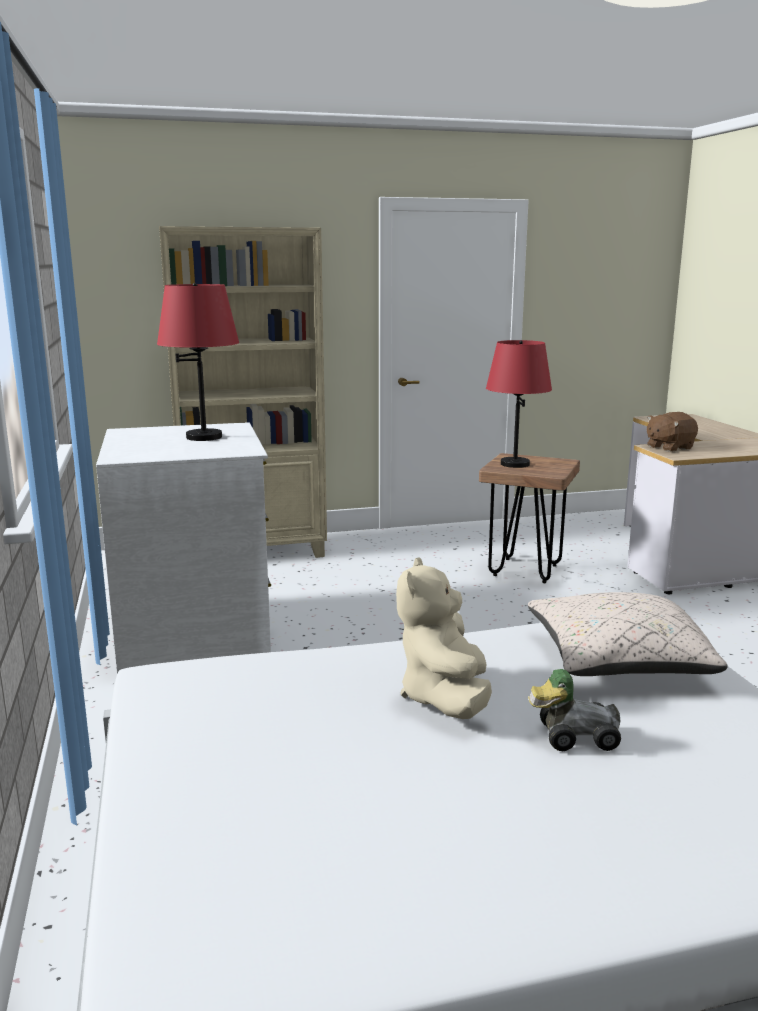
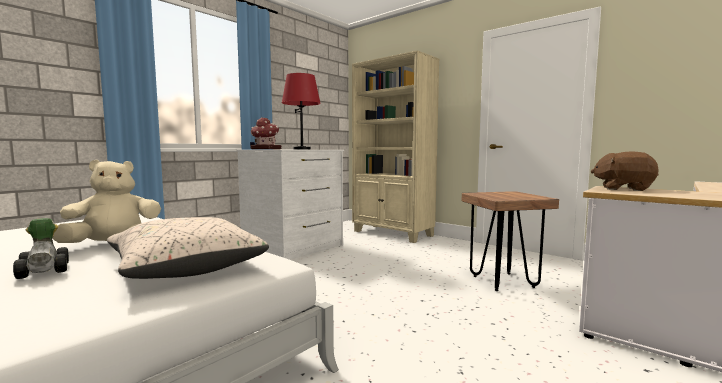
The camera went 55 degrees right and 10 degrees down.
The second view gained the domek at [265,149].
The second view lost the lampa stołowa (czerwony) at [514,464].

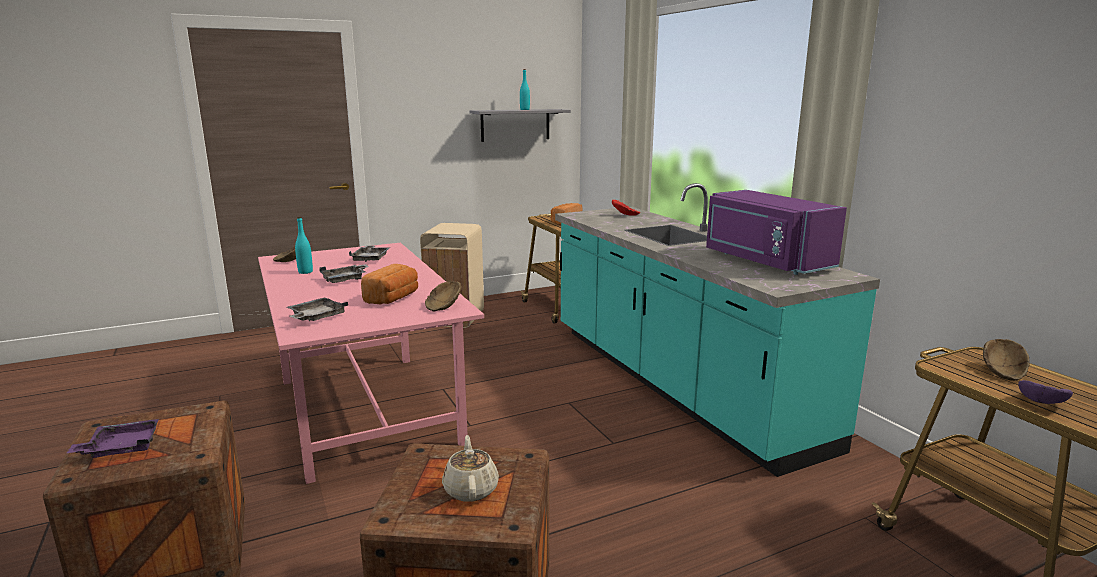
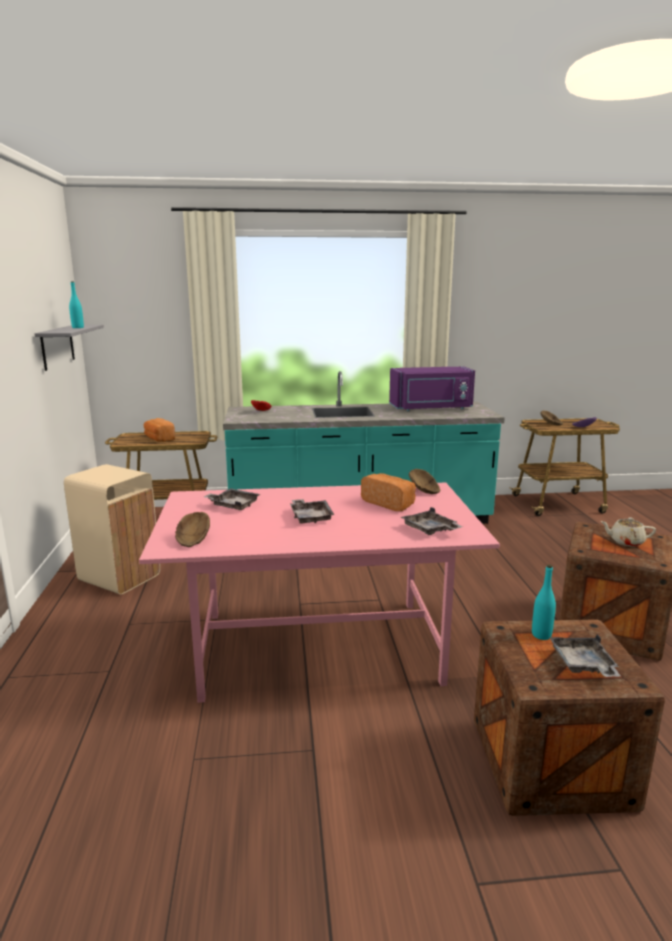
The camera went 70 degrees left and 0 degrees up.
The butelka (turkusowy) ended up elsewhere, having gone from [305,272] to [541,635].
What was the taca (fioletowy) at [121,448] turned into the taca (szary) at [582,664].

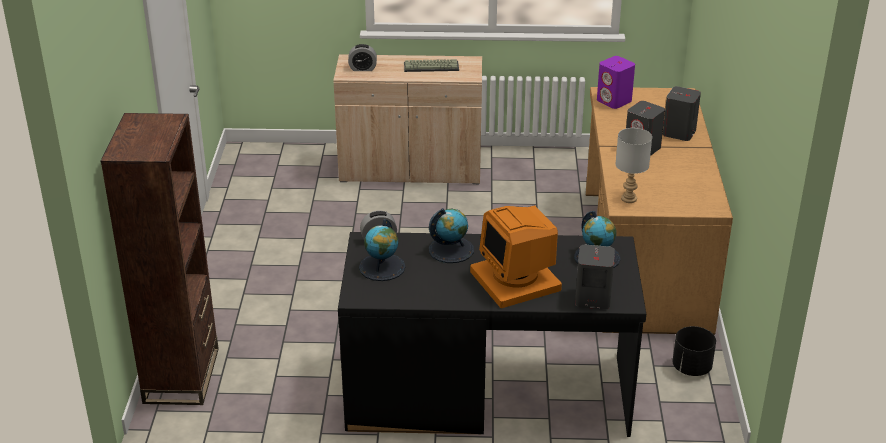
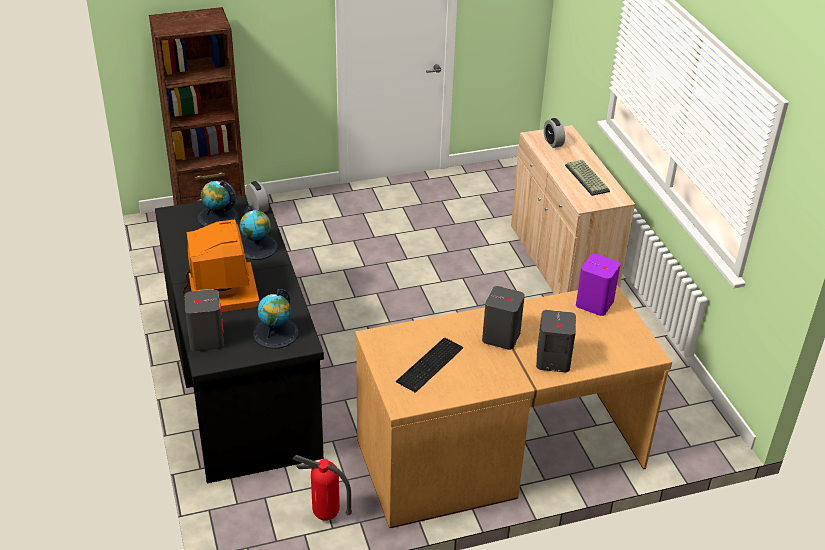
The camera went 70 degrees right and 5 degrees up.
The monitor at [517,280] ended up facing another way, 120 degrees clockwise from before.
Where the donica (czarny) stood at [691,368], the gaśnica came to stand at [325,516].
The second view gained the klawiatura at [431,364].
The second view lost the lampa stołowa (szary) at [629,198].

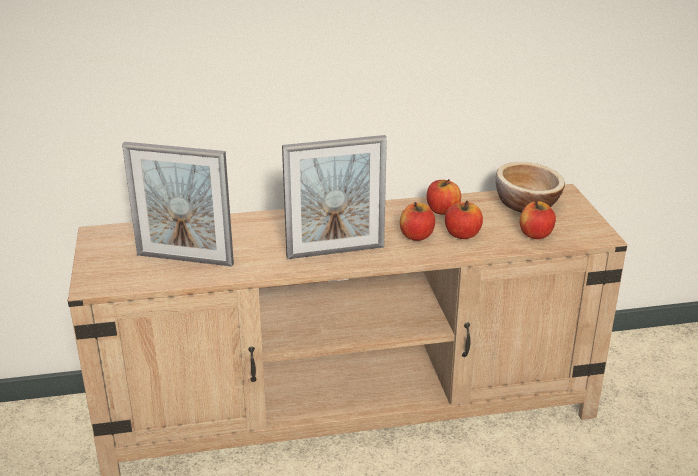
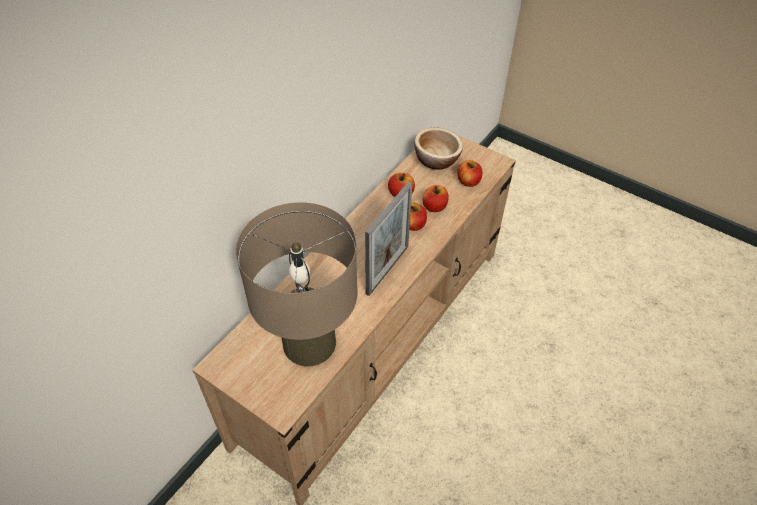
The camera went 45 degrees left and 20 degrees up.
Where the ramka na zdjęcie stood at [185,259], the lampa stołowa (beżowy) came to stand at [309,343].

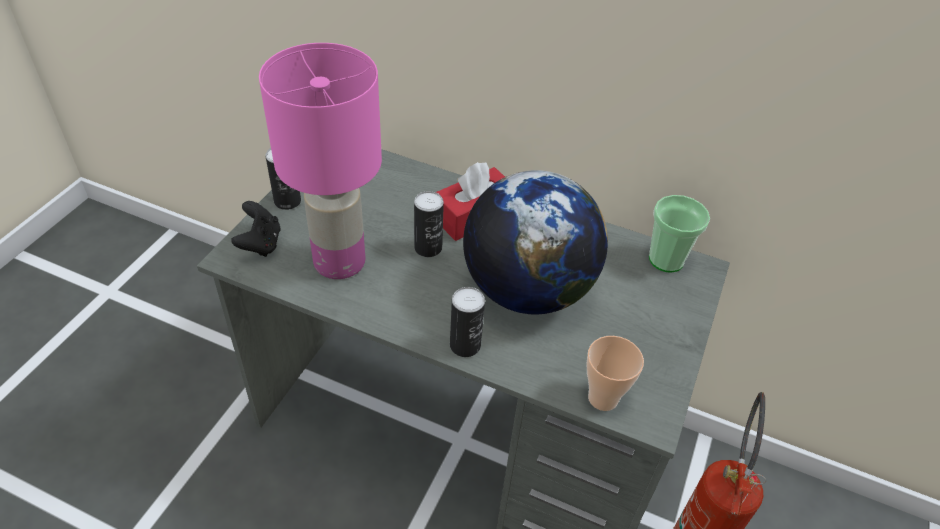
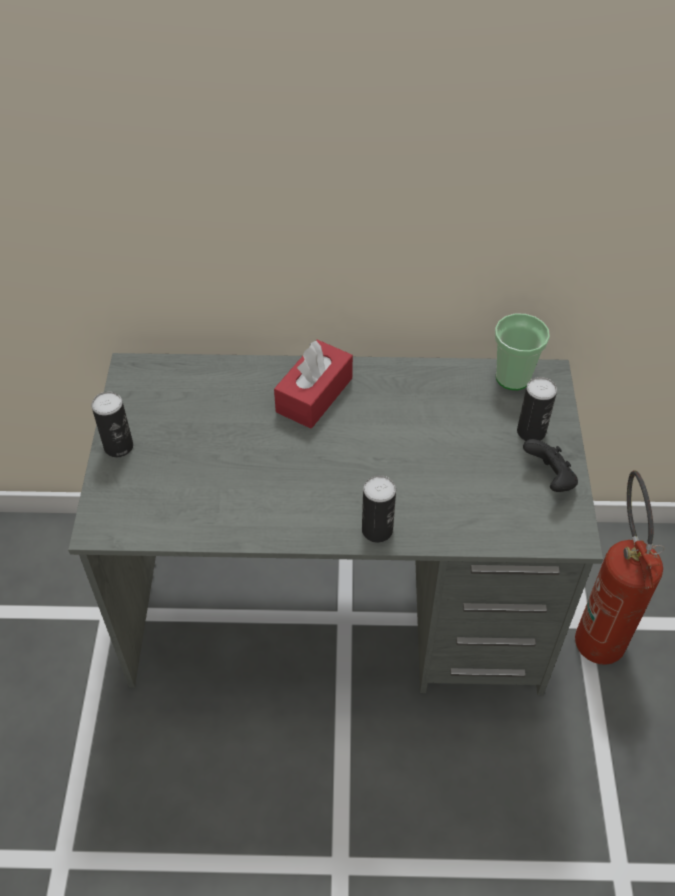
The camera went 20 degrees left and 5 degrees up.
The puszka ended up elsewhere, having gone from [428,248] to [531,432].
The pad do gier (czarny) ended up elsewhere, having gone from [260,243] to [549,479].
The second view lost the lampa stołowa (różowy) at [341,262].
The second view lost the globus at [527,290].
The second view lost the filiżanka at [603,398].

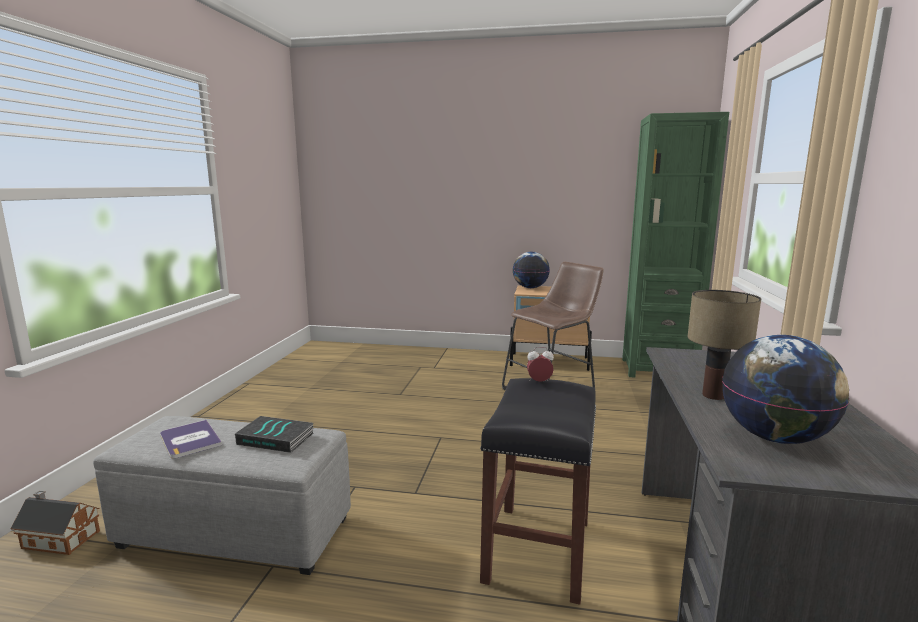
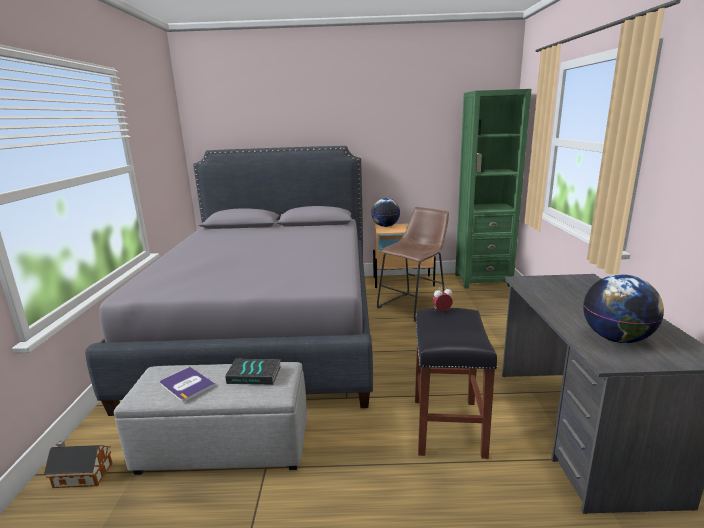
The camera went 10 degrees left and 5 degrees up.
The second view gained the łóżko (szary) at [270,327].
The second view lost the lampa stołowa at [712,395].

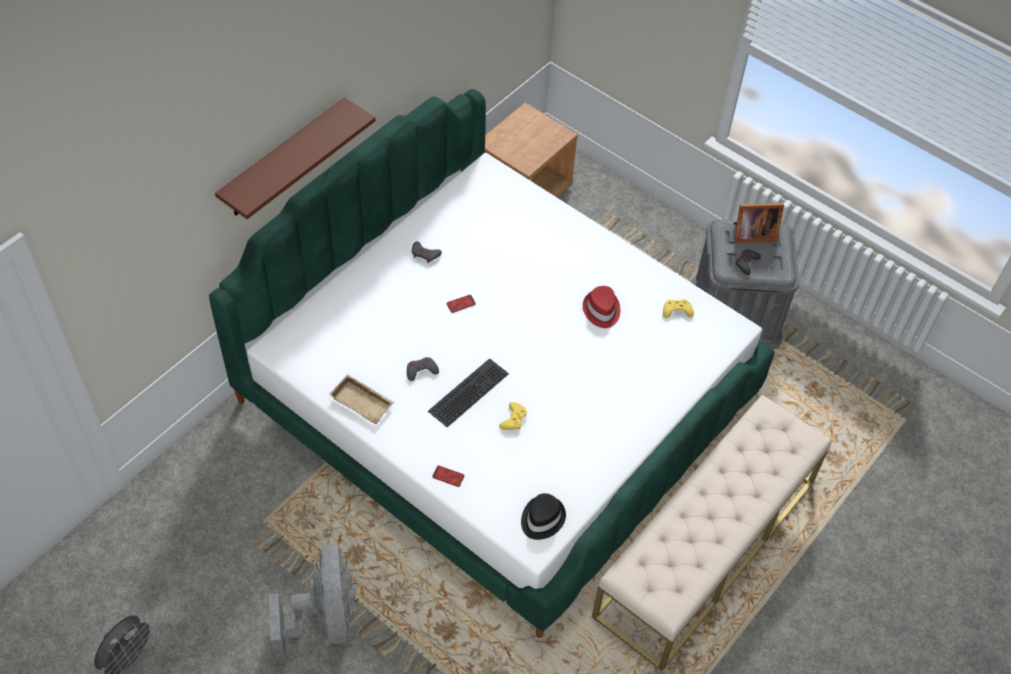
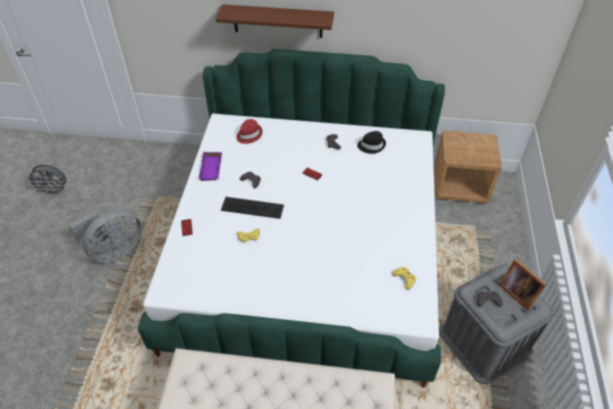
The camera went 60 degrees right and 5 degrees down.
What was the taca (beżowy) at [363,401] turned into the taca (fioletowy) at [212,169].
The kapelusz (czerwony) ended up elsewhere, having gone from [601,310] to [249,135].
The kapelusz (czarny) ended up elsewhere, having gone from [542,518] to [371,145].

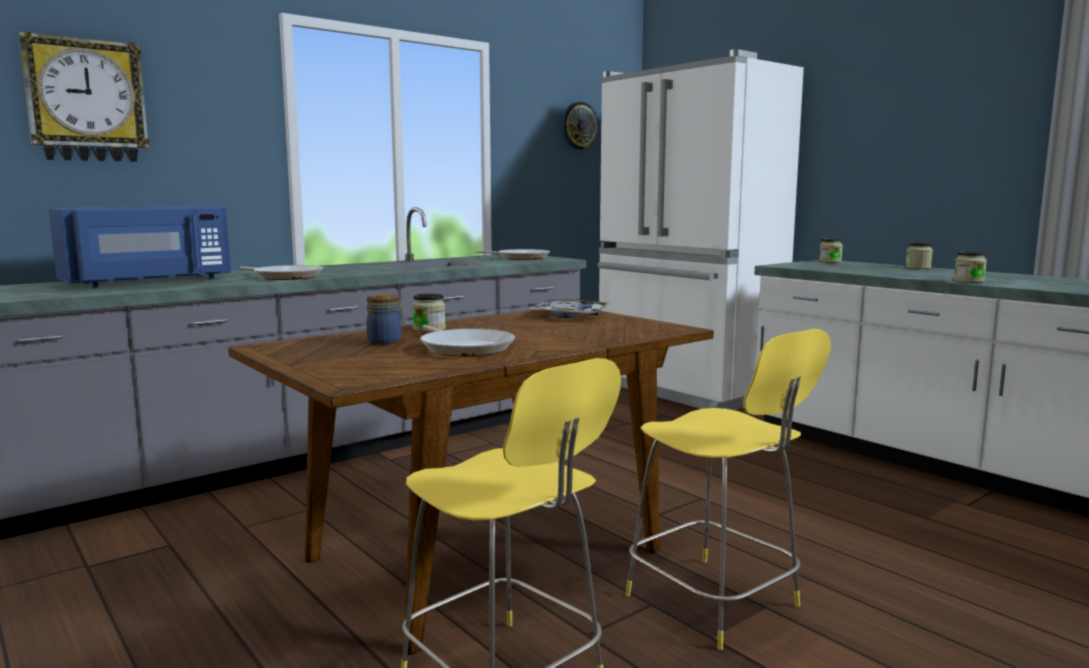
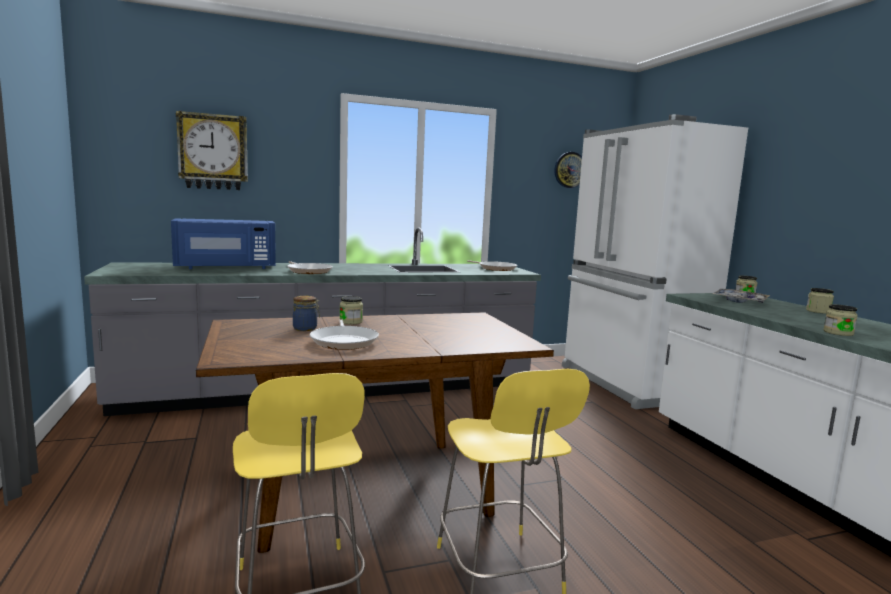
The camera went 20 degrees right and 0 degrees up.
The taca ended up elsewhere, having gone from [569,316] to [739,301].

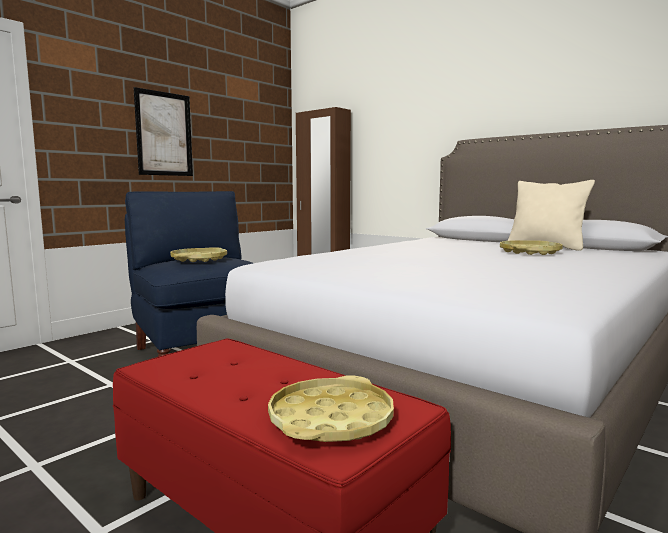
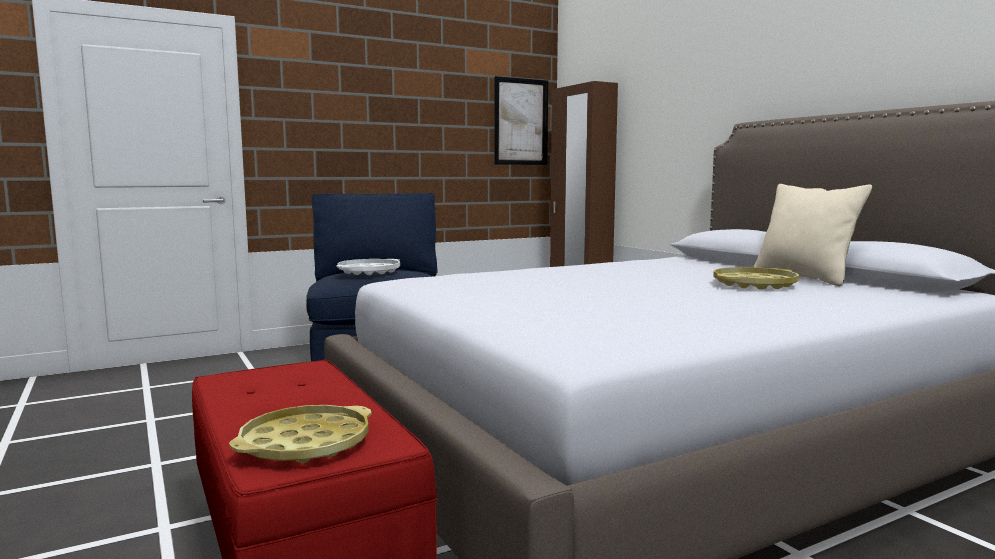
The camera went 20 degrees right and 0 degrees up.
What was the taca (żółty) at [199,259] turned into the taca (biały) at [369,272].
The obraz ended up elsewhere, having gone from [164,134] to [521,122].

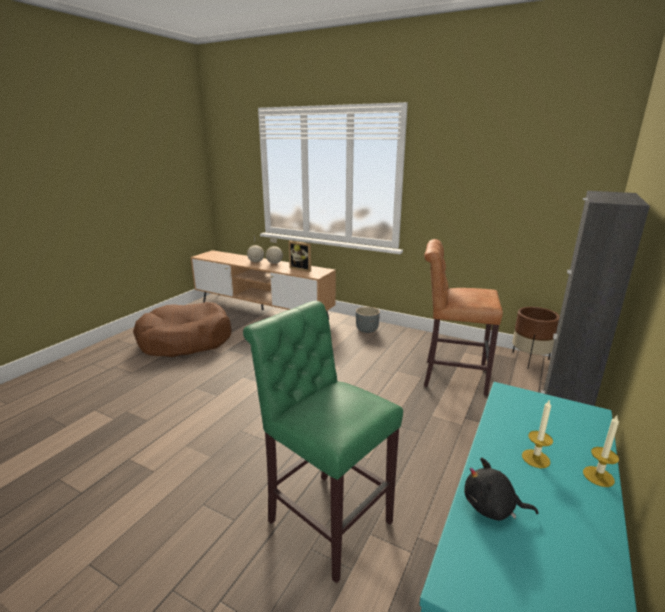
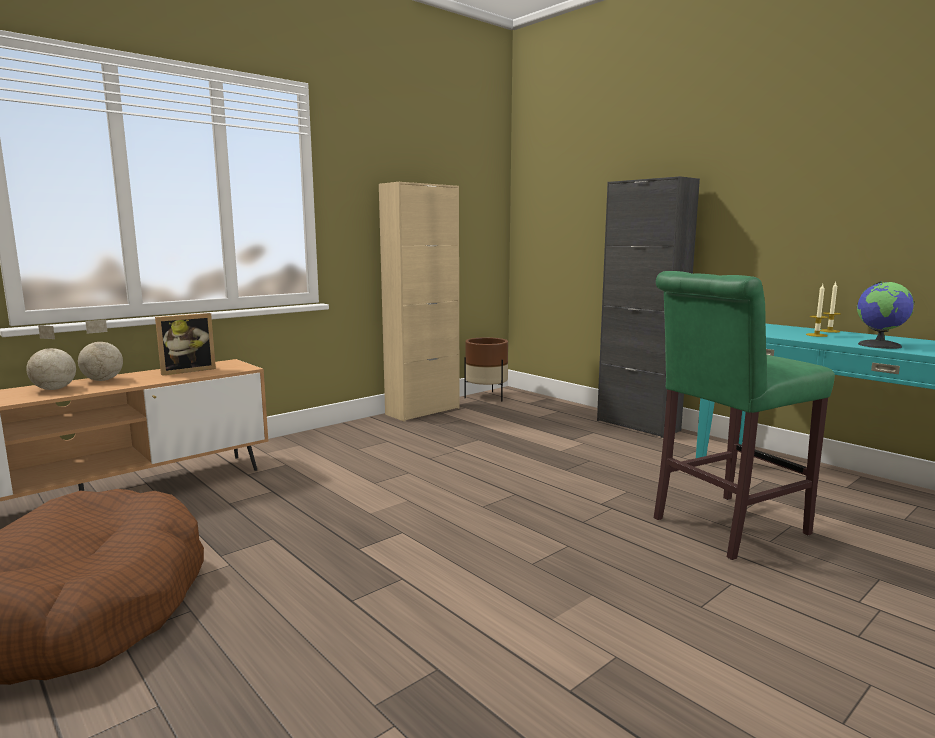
The camera went 70 degrees left and 10 degrees down.
The second view gained the szafka (beżowy) at [423,411].
Where the pluszak (czarny) stood at [492,507], the globus came to stand at [880,345].
The second view lost the donica (szary) at [367,330].
The second view lost the stołek (brązowy) at [450,376].

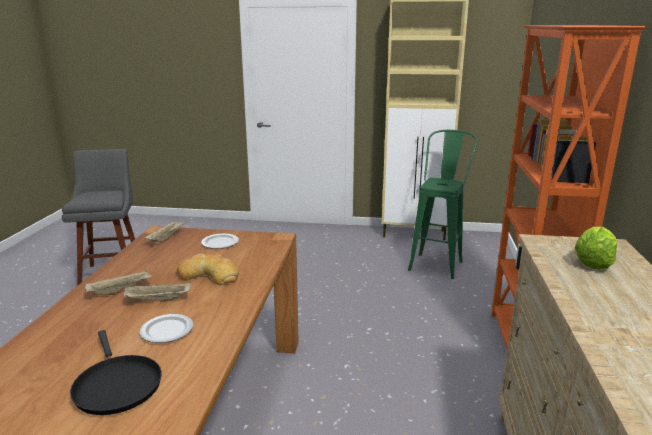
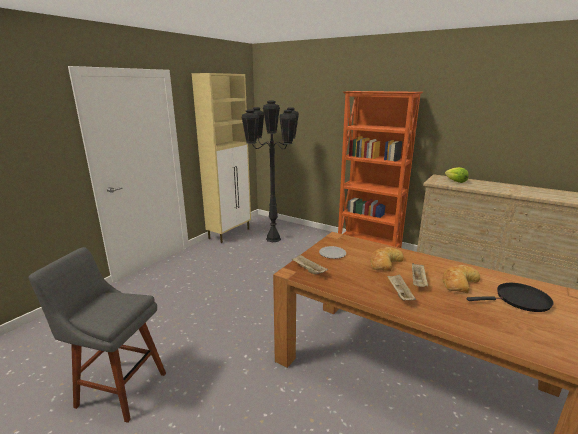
The camera went 65 degrees left and 0 degrees up.
Where the stołek (zielony) stood at [437,262], the lampa stojąca (czarny) came to stand at [273,239].
Where the talerz stood at [166,330], the chleb came to stand at [458,282].

